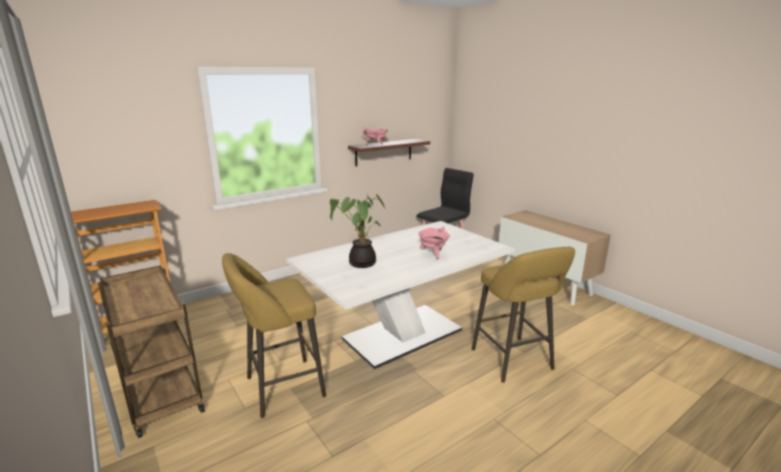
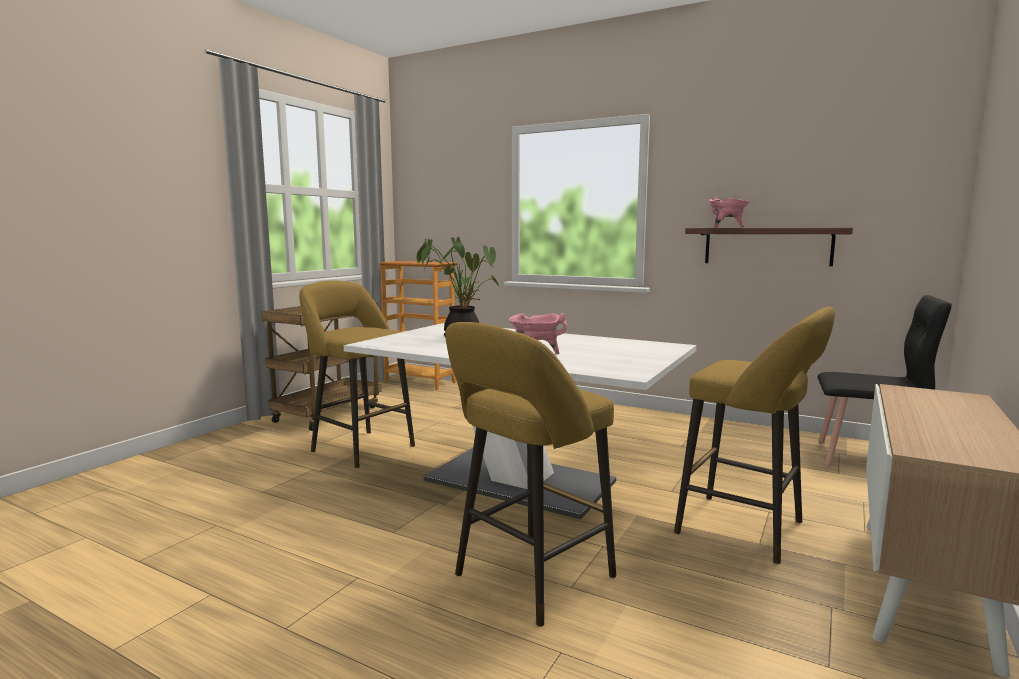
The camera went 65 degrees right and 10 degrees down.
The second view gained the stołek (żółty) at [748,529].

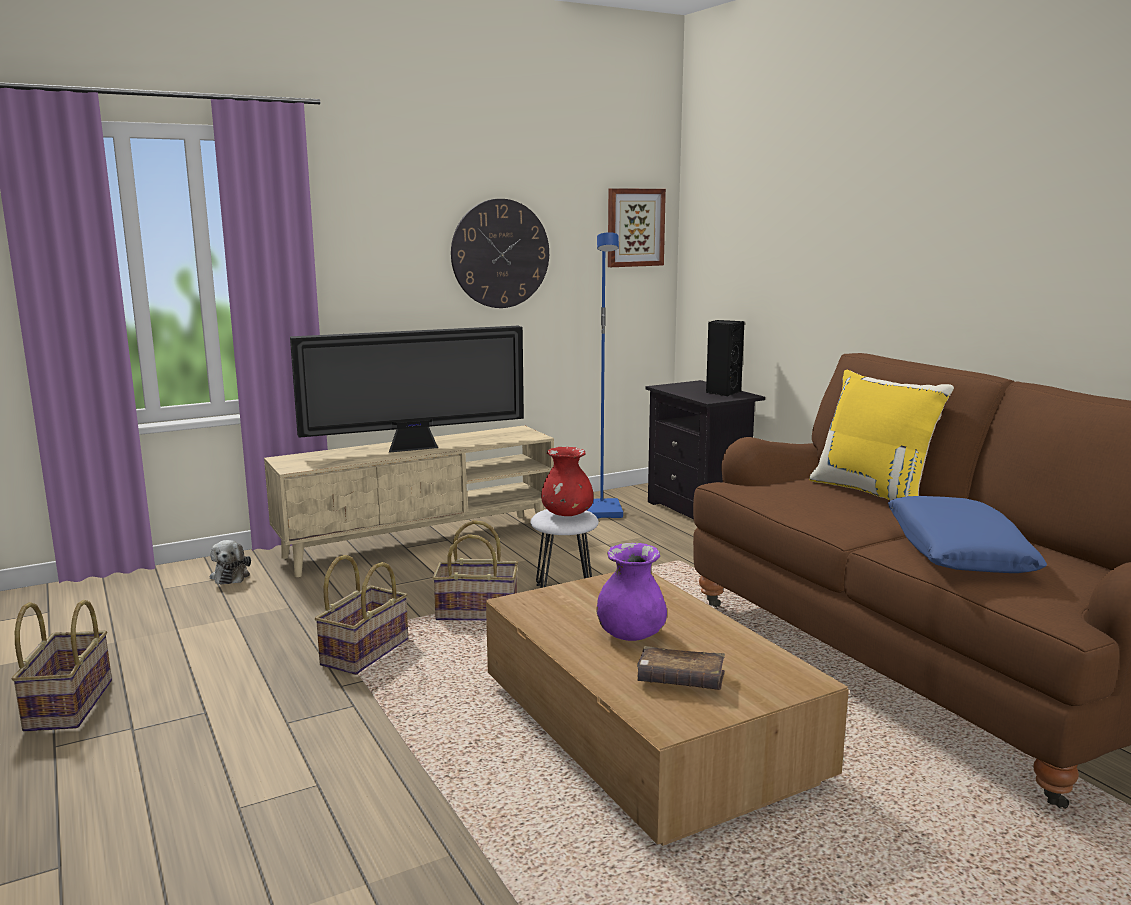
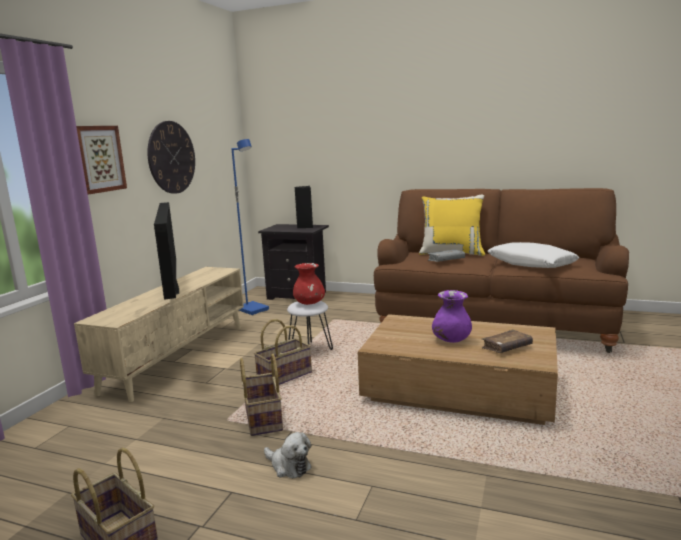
The camera went 40 degrees left and 0 degrees up.
The obraz ended up elsewhere, having gone from [635,227] to [98,159].
The telewizor at [415,448] ended up facing another way, 135 degrees clockwise from before.
The pluszak ended up elsewhere, having gone from [231,575] to [288,466].
The second view gained the książka (szary) at [446,260].
What was the poduszka (niebieski) at [957,552] turned into the poduszka (biały) at [531,264].

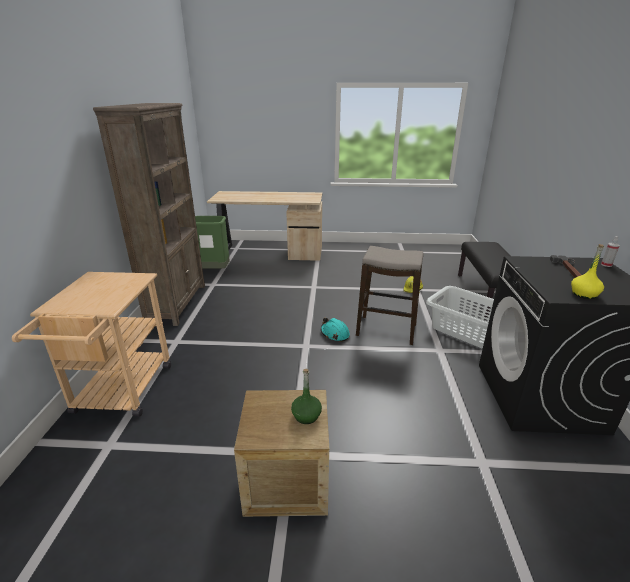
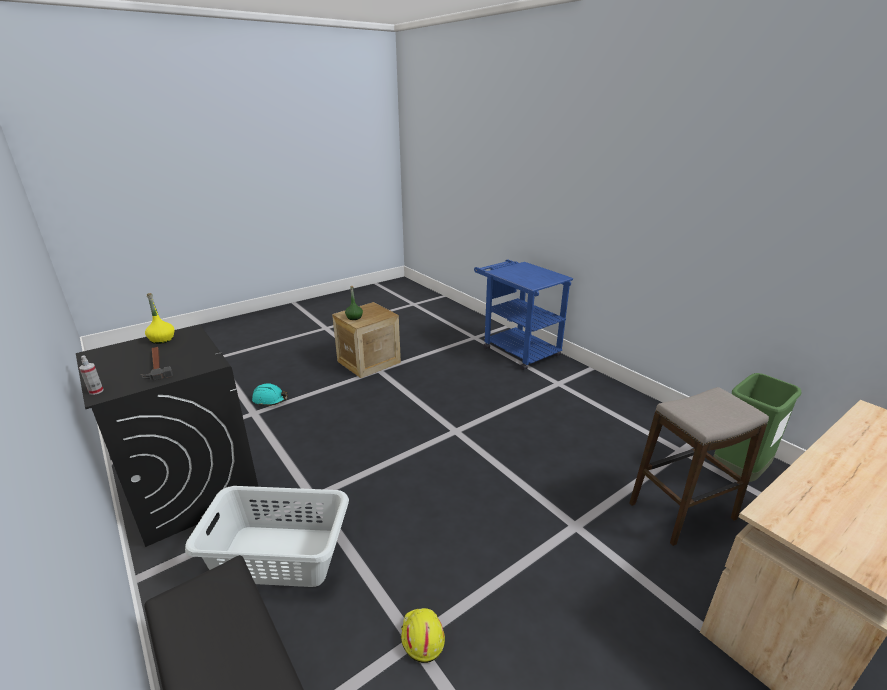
The camera went 140 degrees right and 0 degrees up.
The kask (turkusowy) ended up elsewhere, having gone from [334,334] to [270,400].
What was the wózek (beżowy) at [120,394] turned into the wózek (niebieski) at [516,349].
The stołek ended up elsewhere, having gone from [386,330] to [681,511].
The second view lost the regał (brązowy) at [177,303].

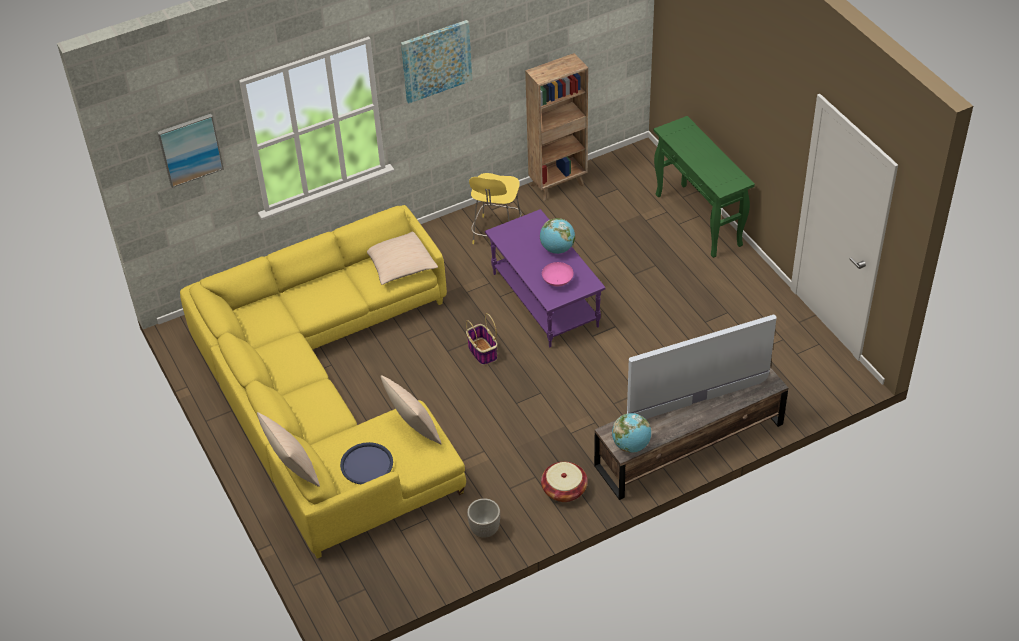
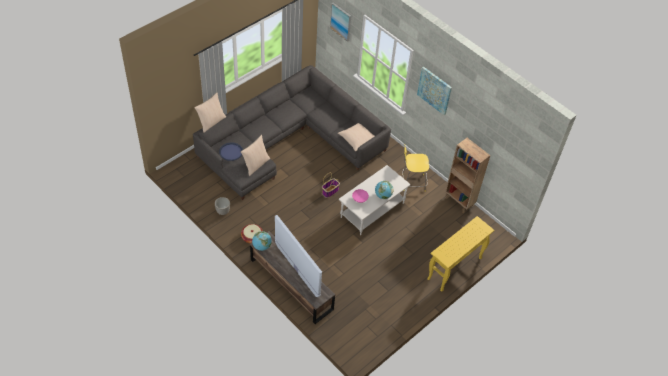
The camera went 70 degrees right and 5 degrees up.
What was the kanapa (żółty) at [327,393] turned into the kanapa (szary) at [289,140].
What was the ława (fioletowy) at [544,300] turned into the ława (biały) at [372,209].
What was the stolik konsolowy (zielony) at [699,221] turned into the stolik konsolowy (żółty) at [454,269].

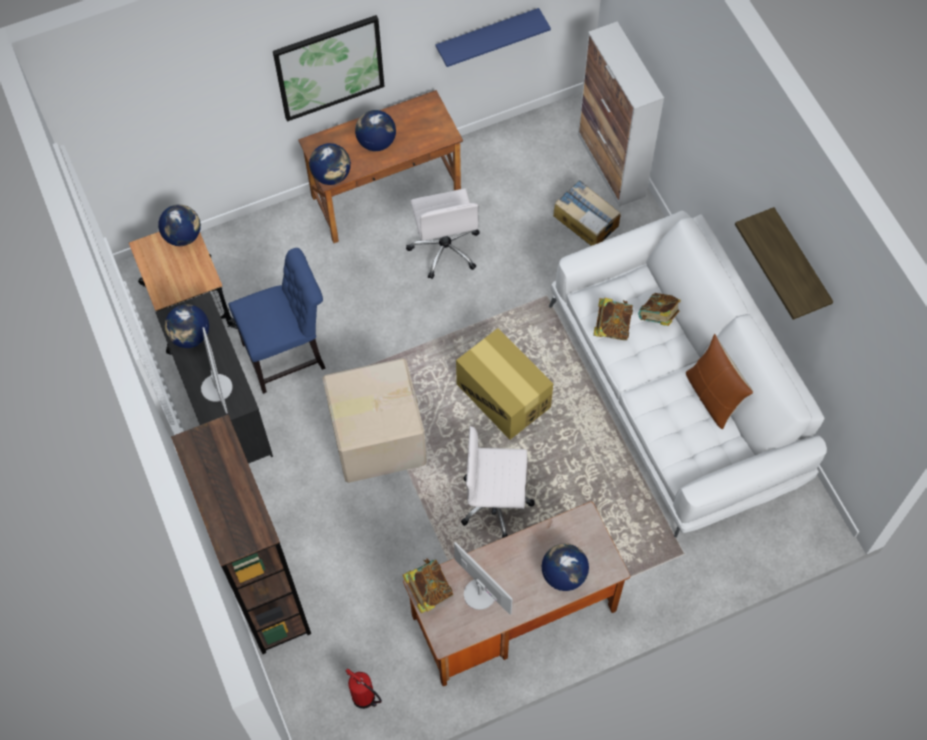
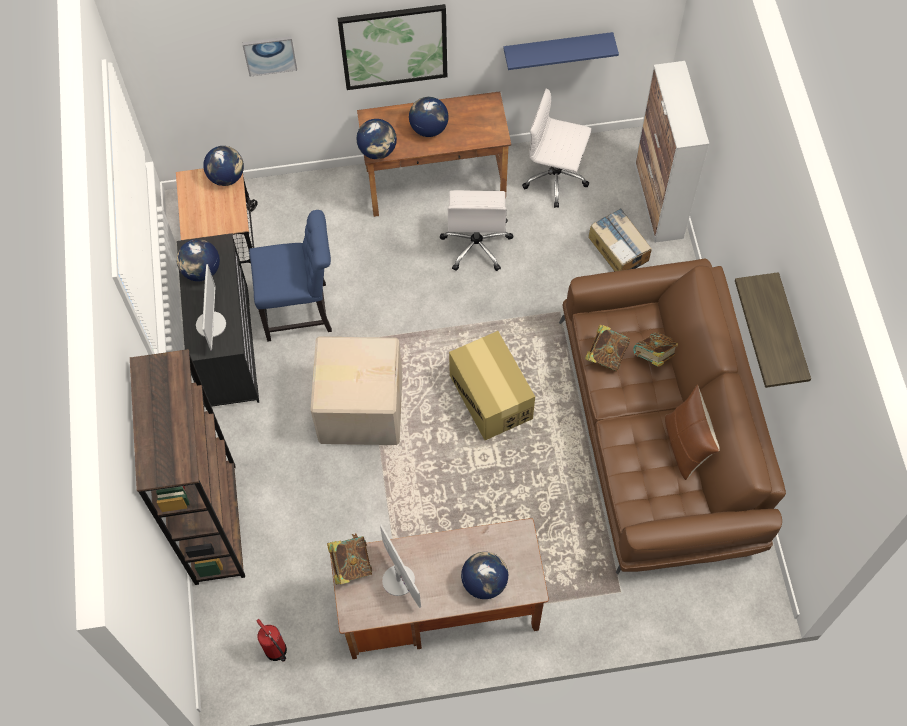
The camera went 15 degrees right and 0 degrees up.
The second view gained the obraz at [270,55].
The krzesło biurowe (biały) ended up elsewhere, having gone from [496,502] to [556,178].
What was the kanapa (biały) at [677,392] turned into the kanapa (brązowy) at [659,434].

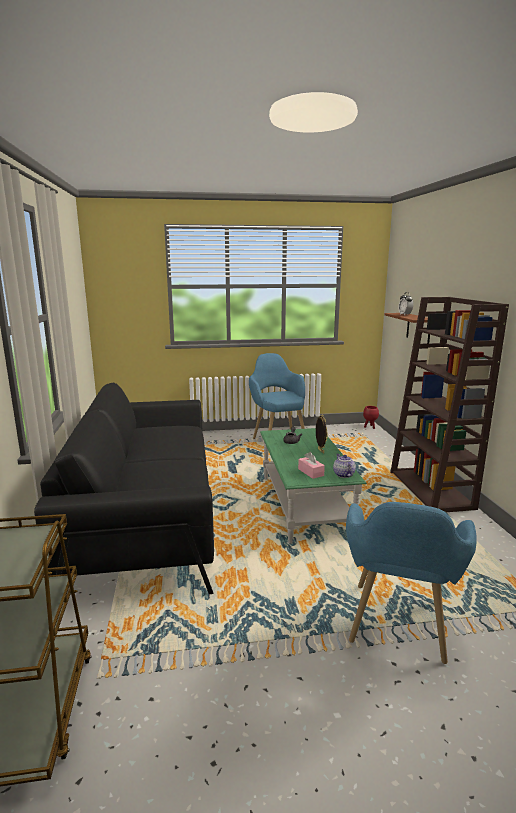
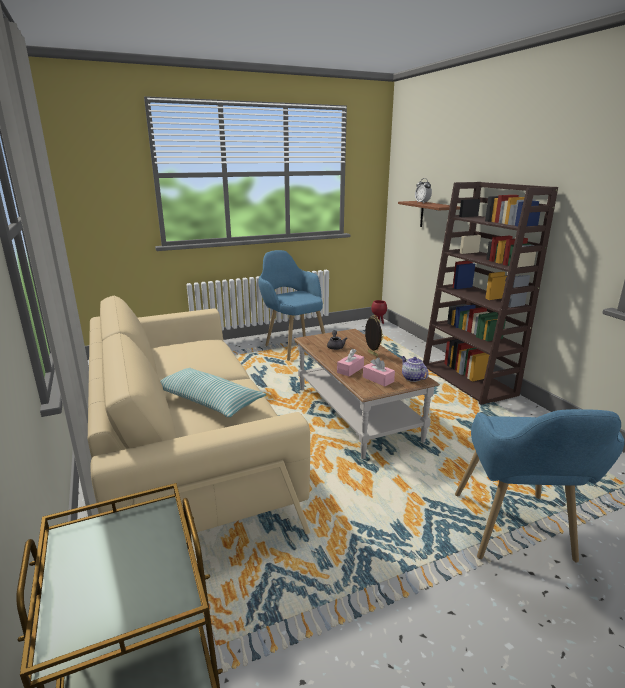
The camera went 15 degrees left and 5 degrees up.
What was the kanapa (czarny) at [146,514] turned into the kanapa (beżowy) at [185,449].
The second view gained the poduszka at [208,401].
What was the ława (zielony) at [304,505] turned into the ława (brązowy) at [356,413].
The second view gained the pudełko chusteczek (różowy) at [350,370].

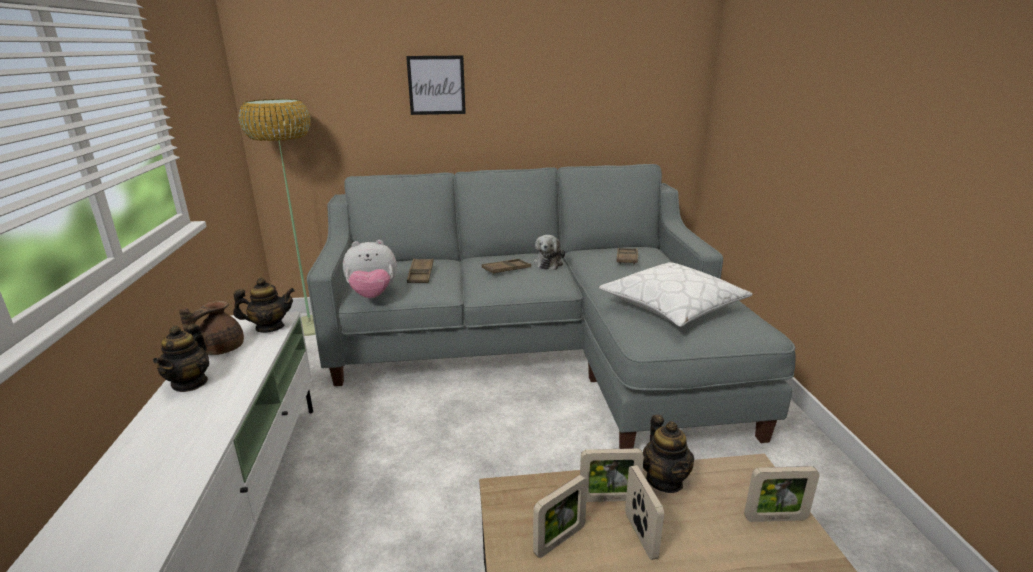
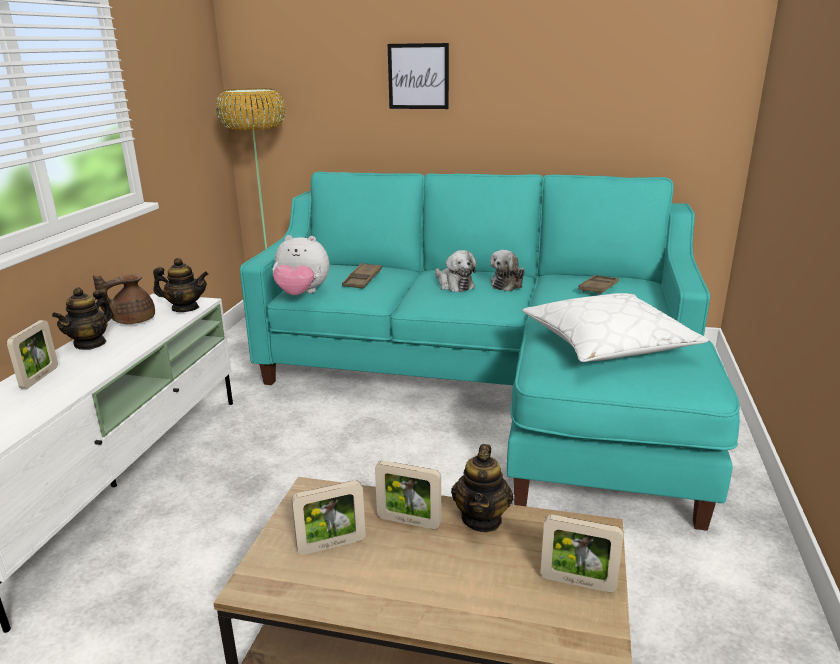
The camera went 20 degrees right and 0 degrees up.
The ramka na zdjęcie ended up elsewhere, having gone from [640,535] to [40,377].
What was the kanapa (szary) at [542,349] turned into the kanapa (turkusowy) at [494,383].
Where the taca (brązowy) stood at [506,269], the pluszak came to stand at [454,285].

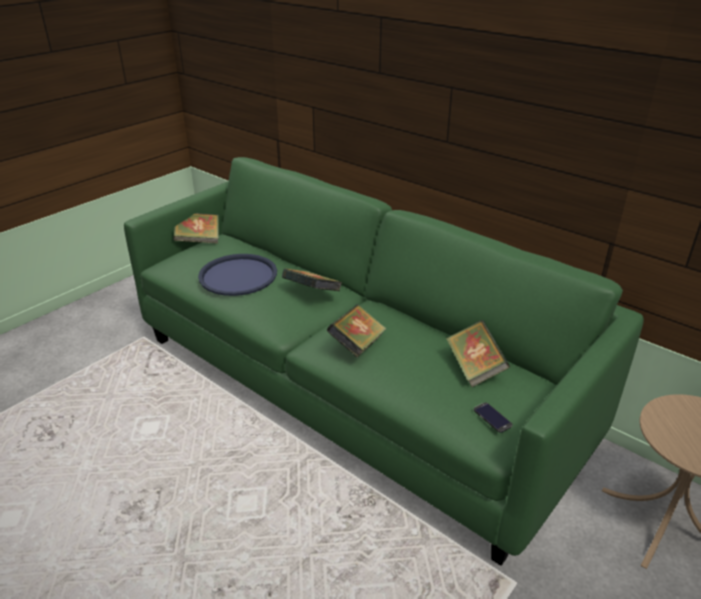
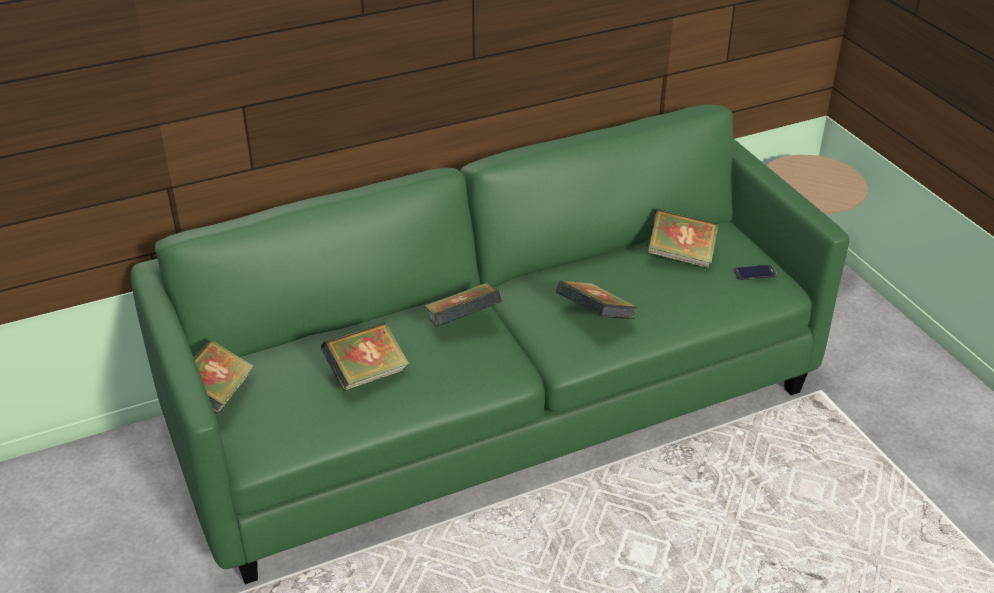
The camera went 65 degrees left and 5 degrees up.
Where the taca (niebieski) stood at [238,275], the książka came to stand at [367,374].

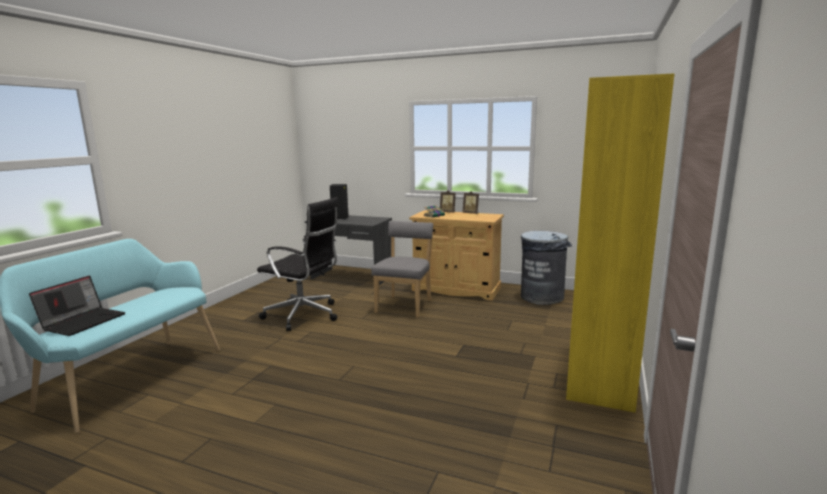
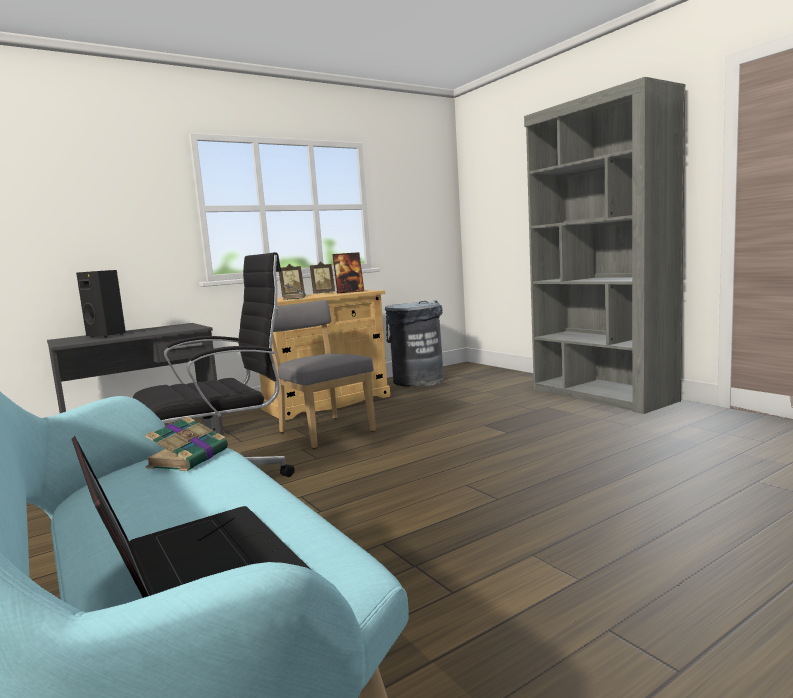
The camera went 55 degrees left and 5 degrees down.
The second view gained the książka at [189,457].
The second view gained the ramka na zdjęcie at [349,292].
What was the regał (żółty) at [600,371] turned into the regał (szary) at [602,395].

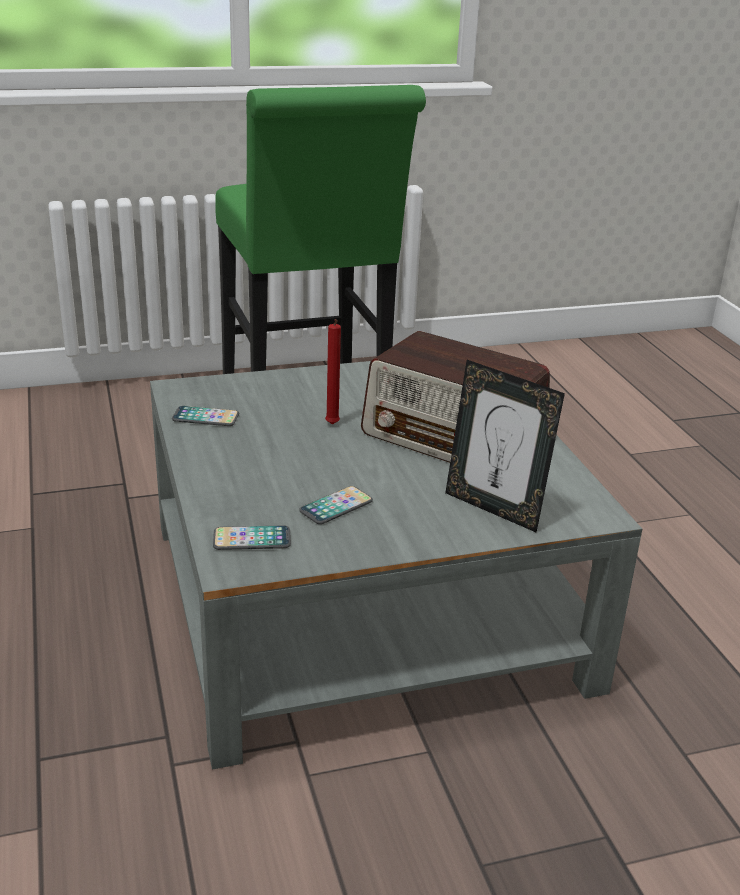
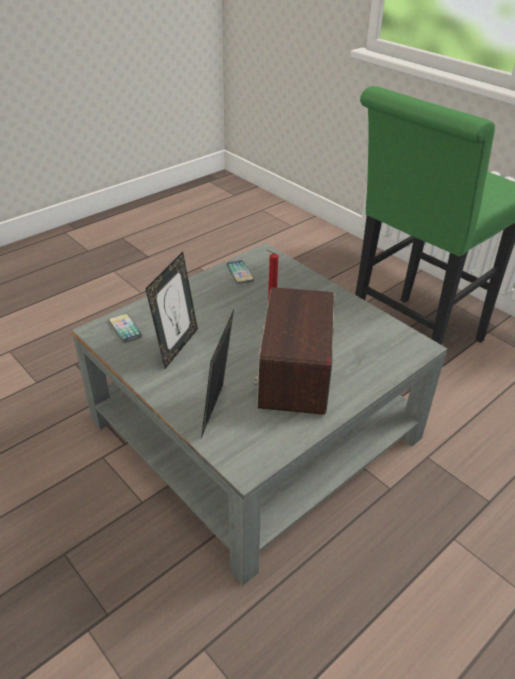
The camera went 65 degrees right and 10 degrees up.
Where the telefon stood at [336,506], the ramka na zdjęcie came to stand at [177,346].

